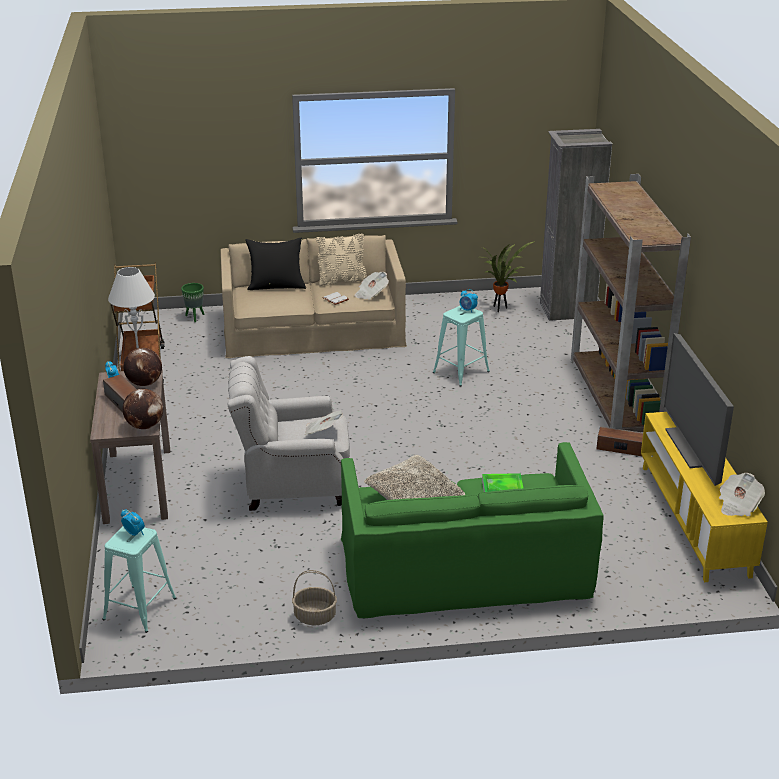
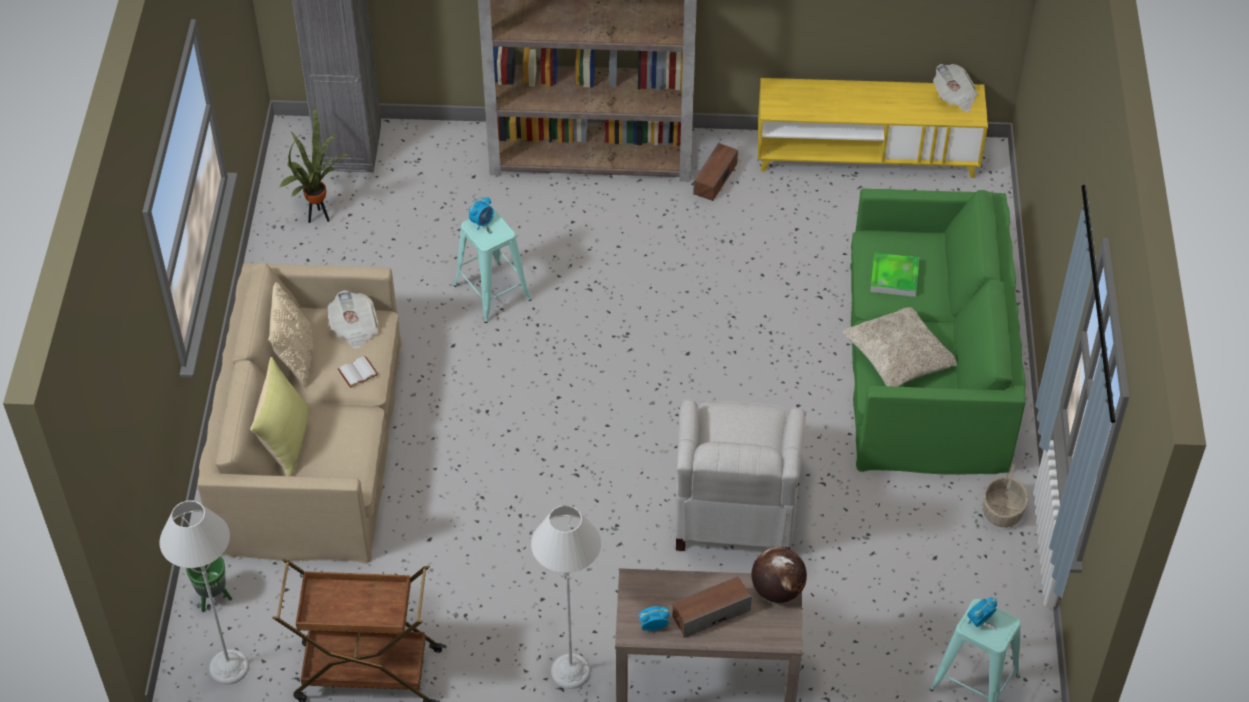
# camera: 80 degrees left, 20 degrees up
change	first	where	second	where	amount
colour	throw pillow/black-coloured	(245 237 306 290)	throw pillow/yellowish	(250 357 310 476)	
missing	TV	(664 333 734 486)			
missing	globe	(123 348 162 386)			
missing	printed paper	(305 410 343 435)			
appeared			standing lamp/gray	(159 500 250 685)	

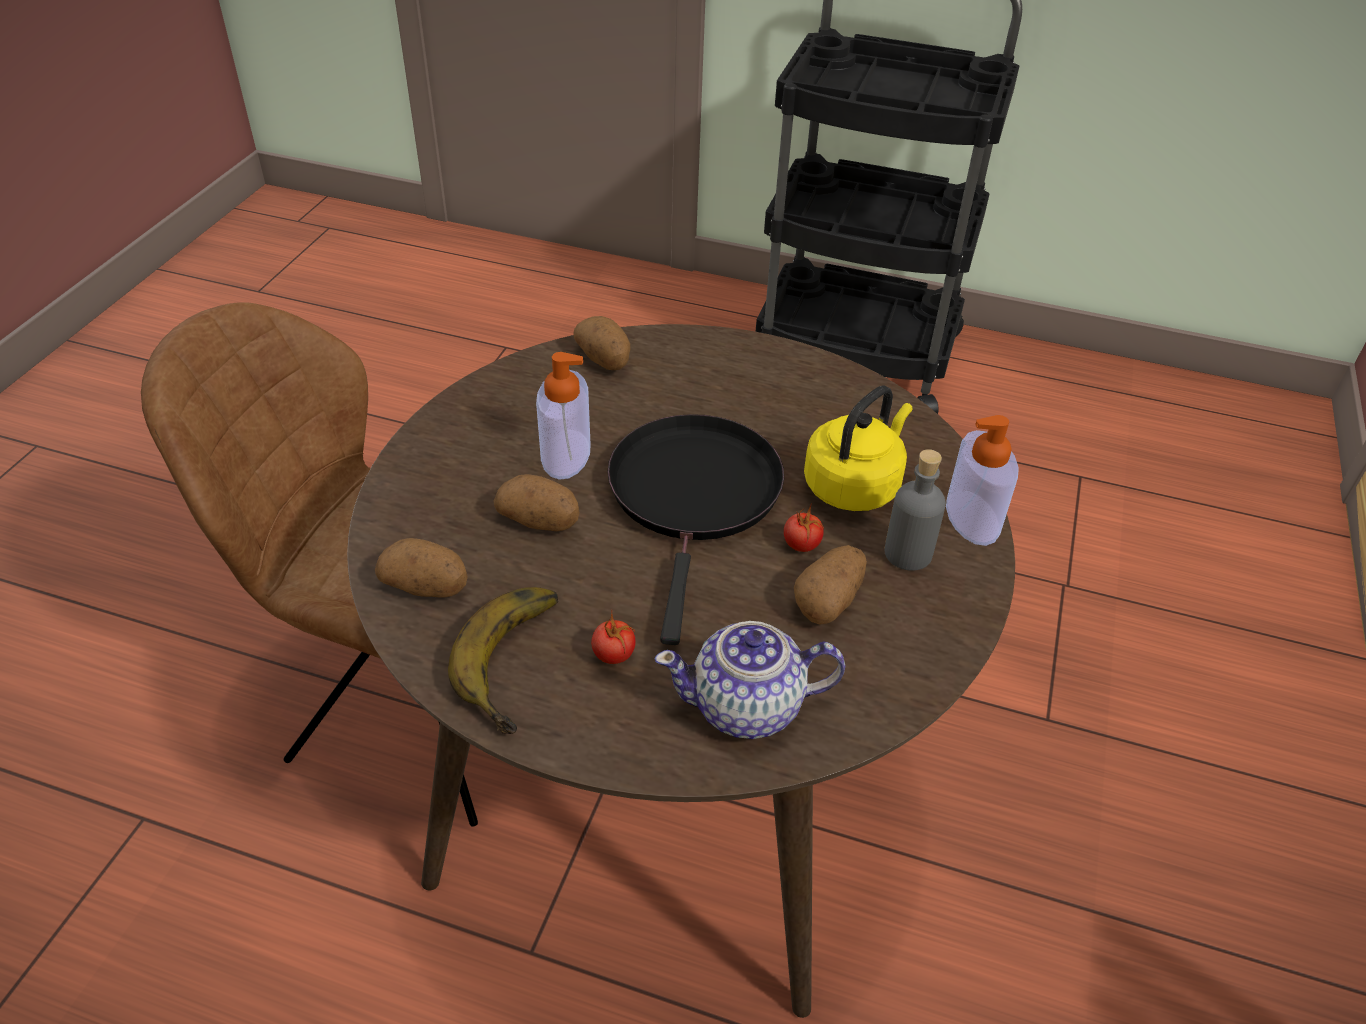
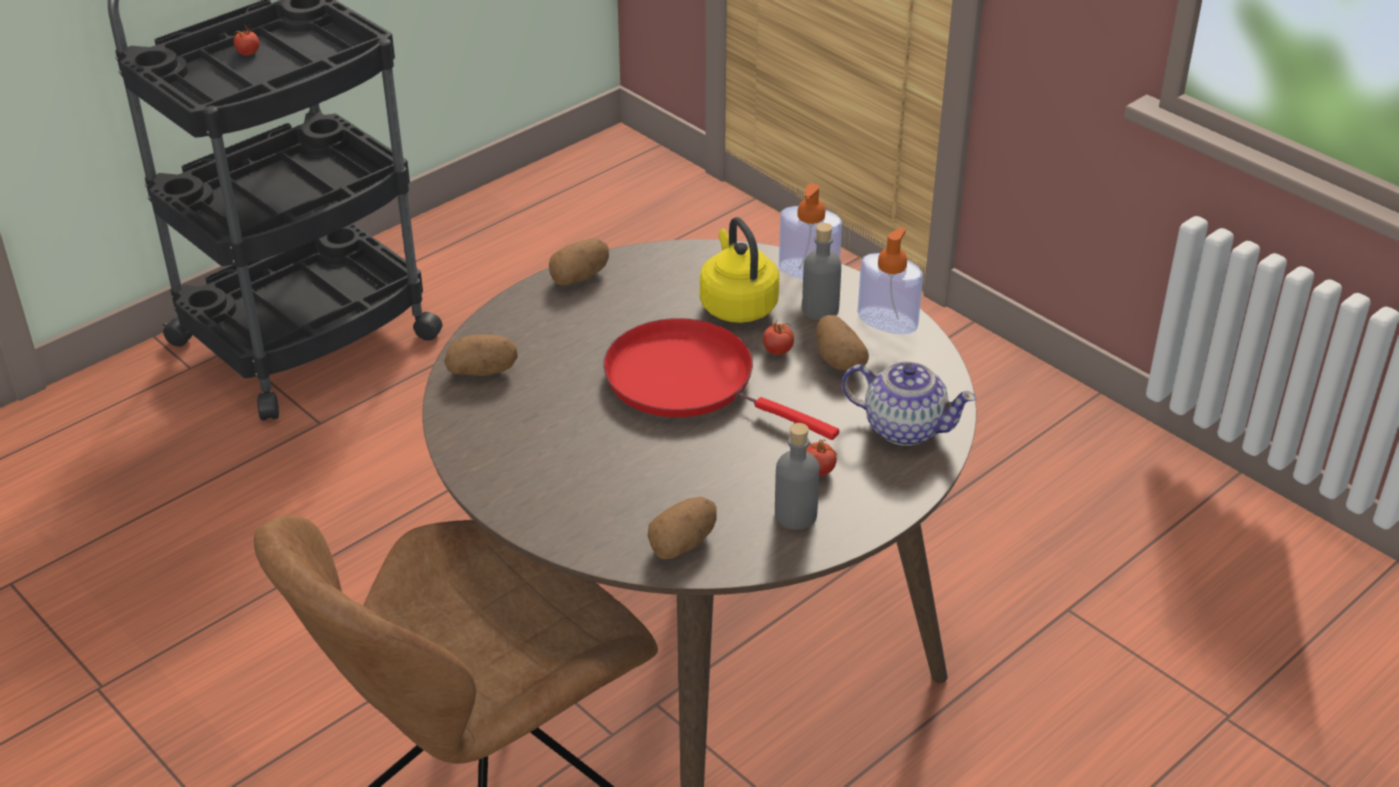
# camera: 60 degrees left, 5 degrees down
change	first	where	second	where	amount
relocated	liquid soap bottle	(536 352 591 480)		(858 227 923 334)	
colour	frying pan/black-coloured	(607 414 784 645)	frying pan/red	(603 318 839 440)	
relocated	spud	(494 474 580 531)		(549 238 609 286)	
exchanged	banana	(448 587 558 734)	bottle/gray	(775 423 819 530)	
spun	pot for tea	(654 621 845 739)		(842 362 976 446)	90 degrees counterclockwise
appeared			fresh tomato	(233 25 259 56)	

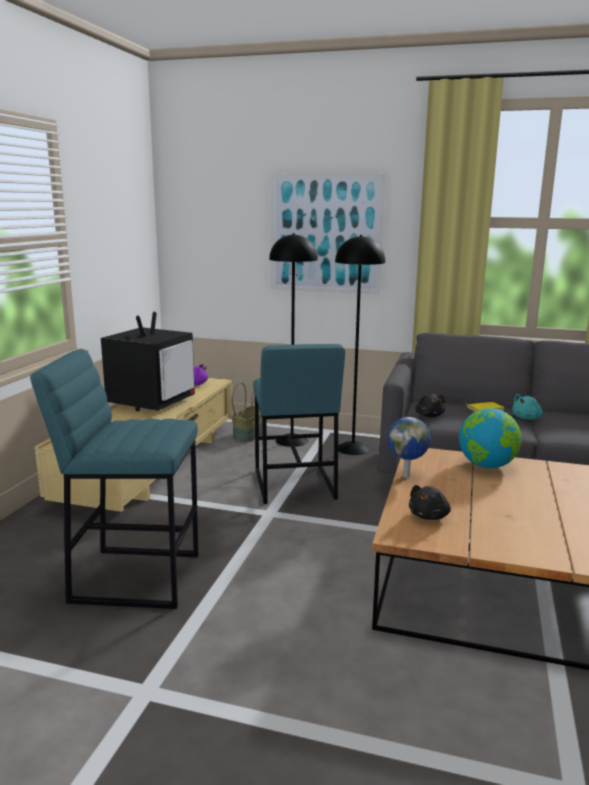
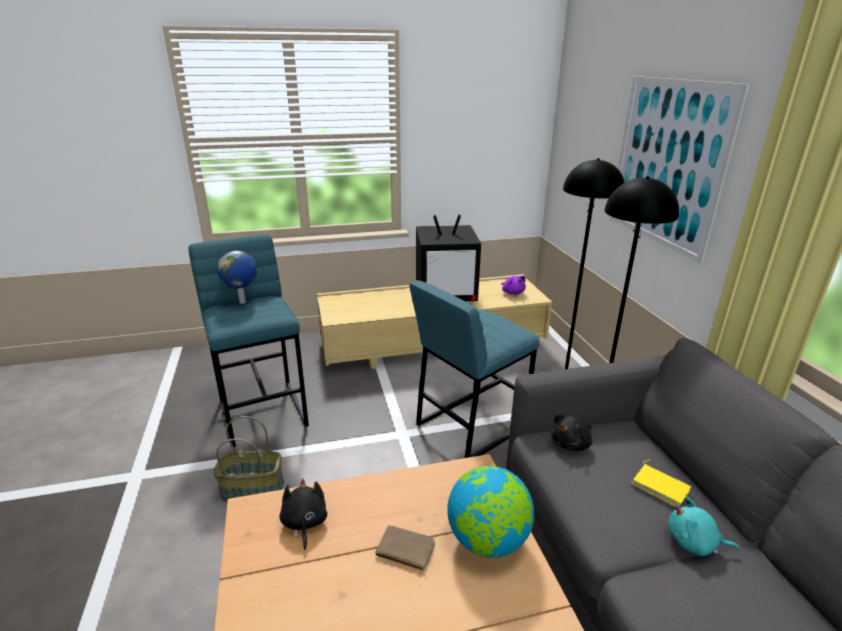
# camera: 60 degrees right, 10 degrees up
change	first	where	second	where	amount
relocated	household basket	(232 382 262 442)		(213 416 284 502)	
relocated	globe	(387 417 431 478)		(217 251 257 304)	
spun	soft toy/black-coloured	(409 485 451 520)		(279 478 327 551)	75 degrees clockwise
appeared			volume/brownish	(375 525 435 578)	

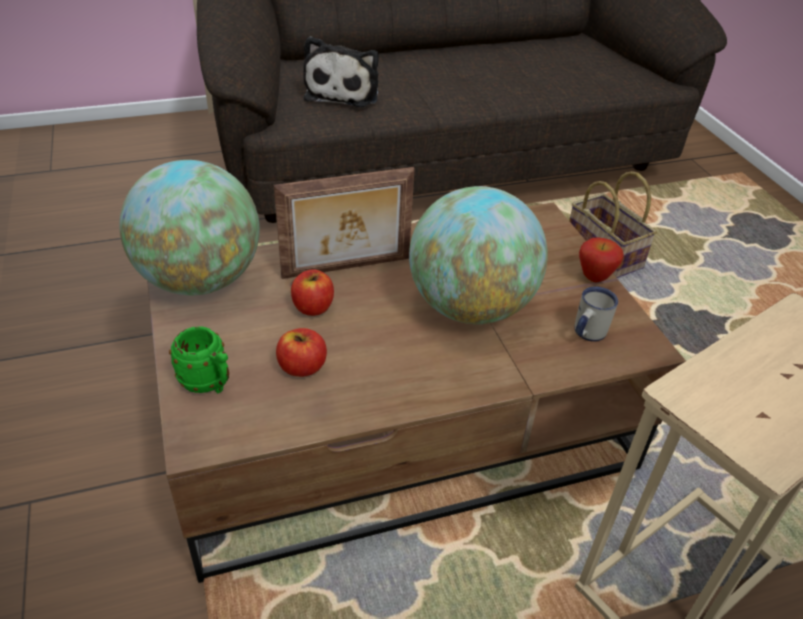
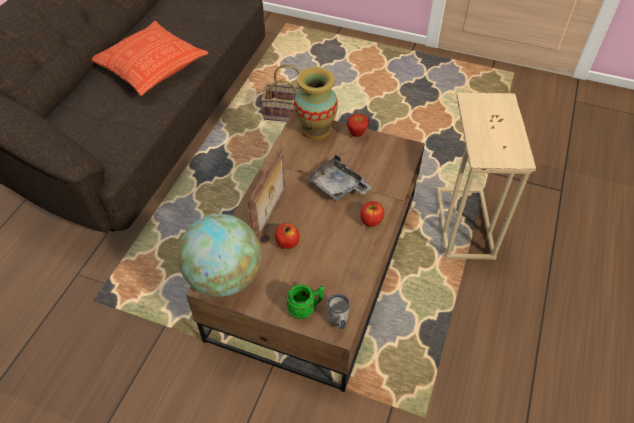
# camera: 50 degrees left, 10 degrees up
change	first	where	second	where	amount
missing	soft toy	(303 36 379 107)			
exchanged	globe	(409 186 548 324)	carrying tray/gray	(306 154 372 201)	
relocated	tea mug/white	(574 286 618 342)		(327 294 350 329)	
relocated	apple	(276 328 327 377)		(360 201 384 227)	
appeared			throw pillow/orange-coloured	(92 21 208 96)	
appeared			vase	(294 67 338 140)	

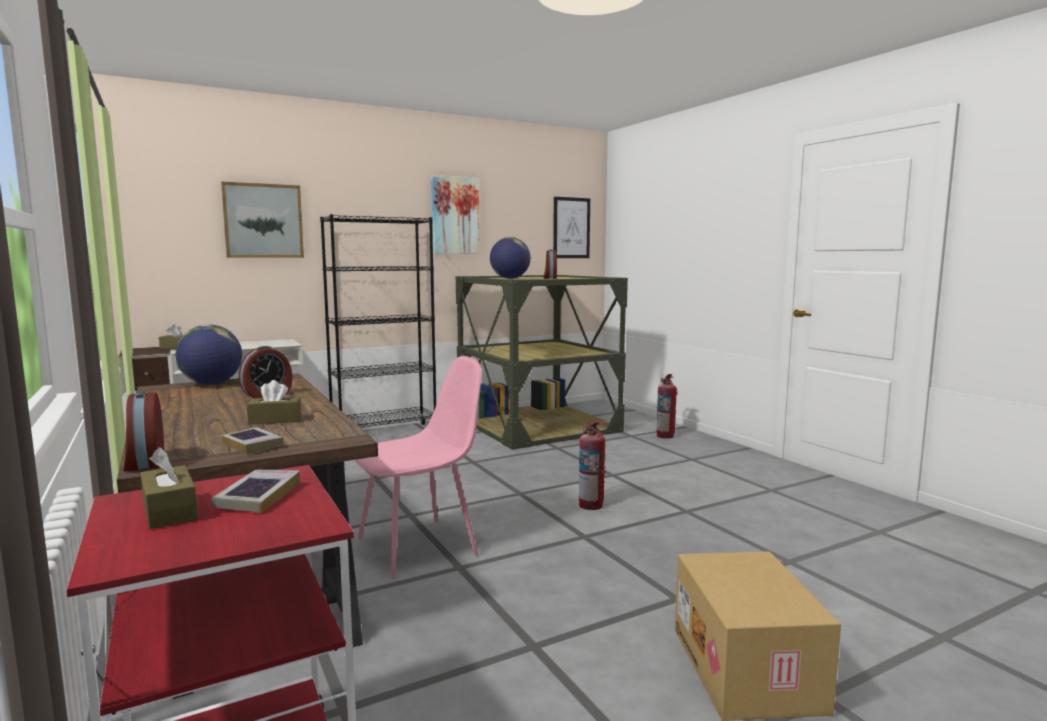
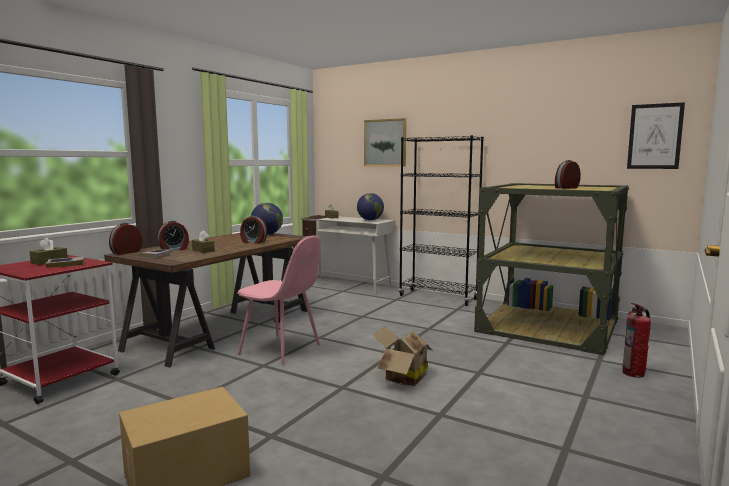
# camera: 60 degrees right, 0 degrees up
change	first	where	second	where	amount
missing	wall picture	(431 175 480 254)			
relocated	globe	(490 237 531 279)		(357 193 384 220)	
exchanged	extinguisher	(579 421 605 510)	cardboard box	(373 326 432 386)	
appeared			alarm clock	(157 221 189 250)	

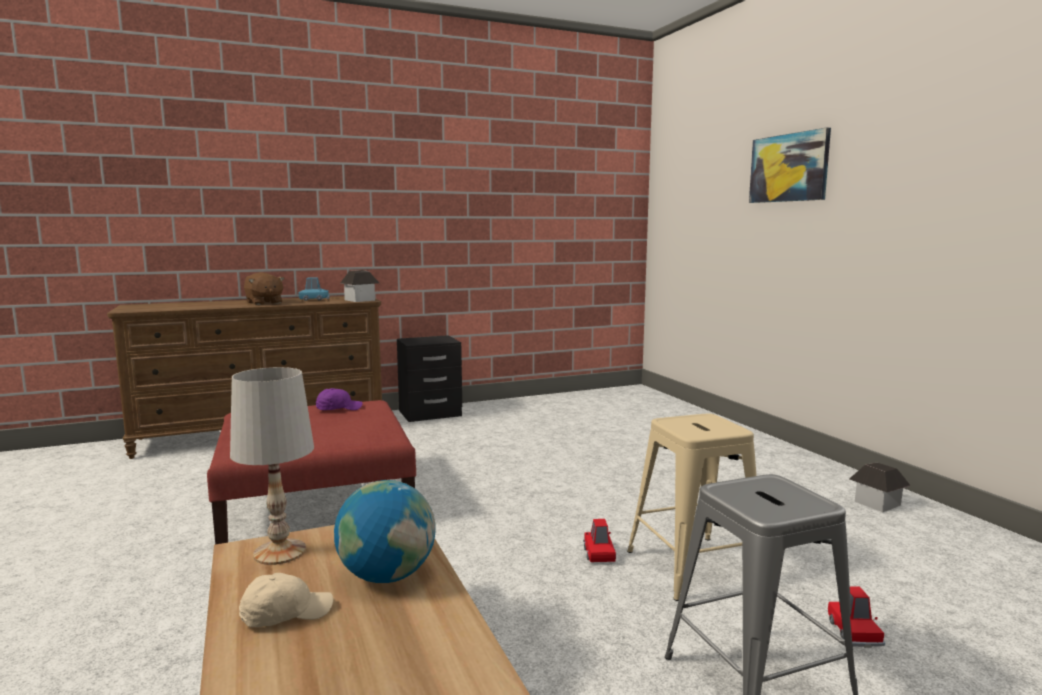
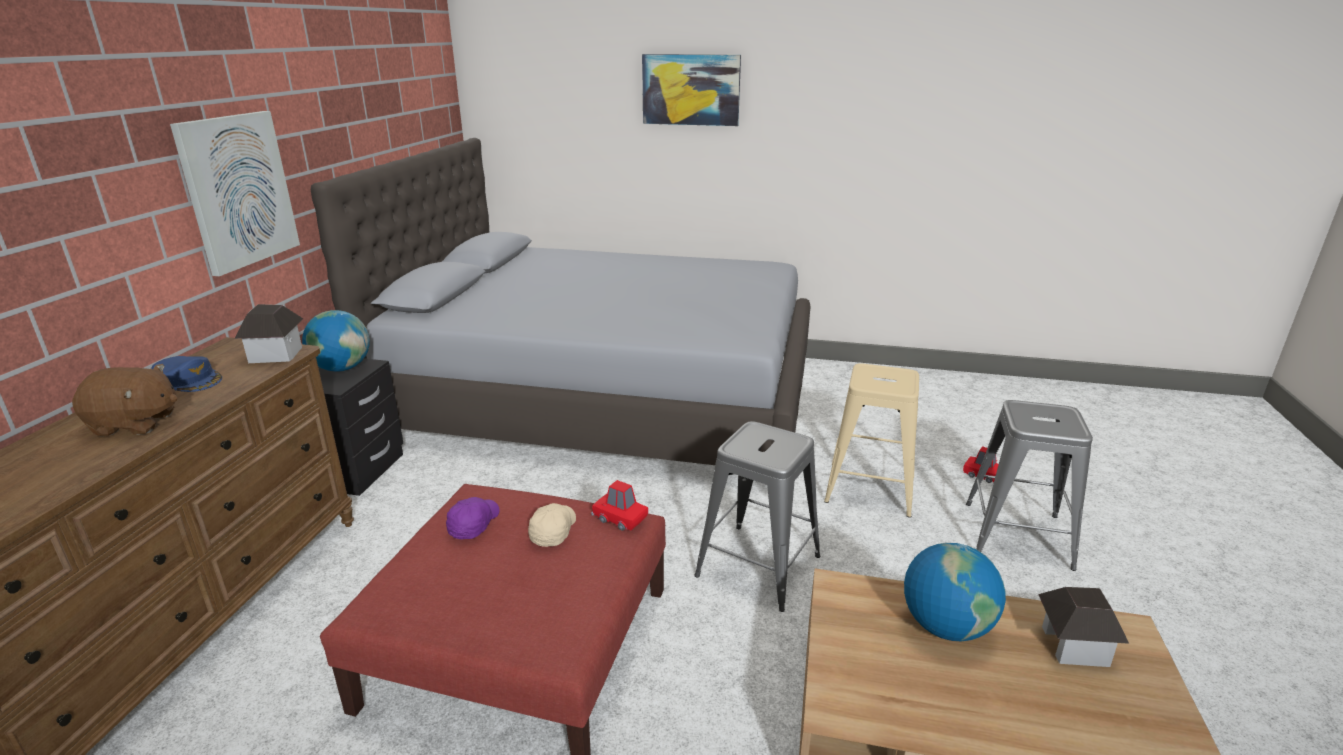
# camera: 55 degrees left, 15 degrees up
change	first	where	second	where	amount
exchanged	model car/blue-coloured	(299 277 330 301)	peaked cap/blue-coloured	(152 356 222 392)	
missing	tabletop lamp/white	(230 367 314 565)			
relocated	toy house	(849 463 911 512)		(1038 587 1129 667)	
relocated	model car/red	(583 519 616 562)		(591 480 648 531)	
relocated	peaked cap/sand-coloured	(239 573 333 627)		(528 503 576 547)	
appeared			wall picture	(170 111 300 276)	
appeared			bedroom bed/gray	(311 138 811 465)	
appeared			globe	(302 310 370 372)	
appeared			sitting stool/gray	(695 421 820 612)	

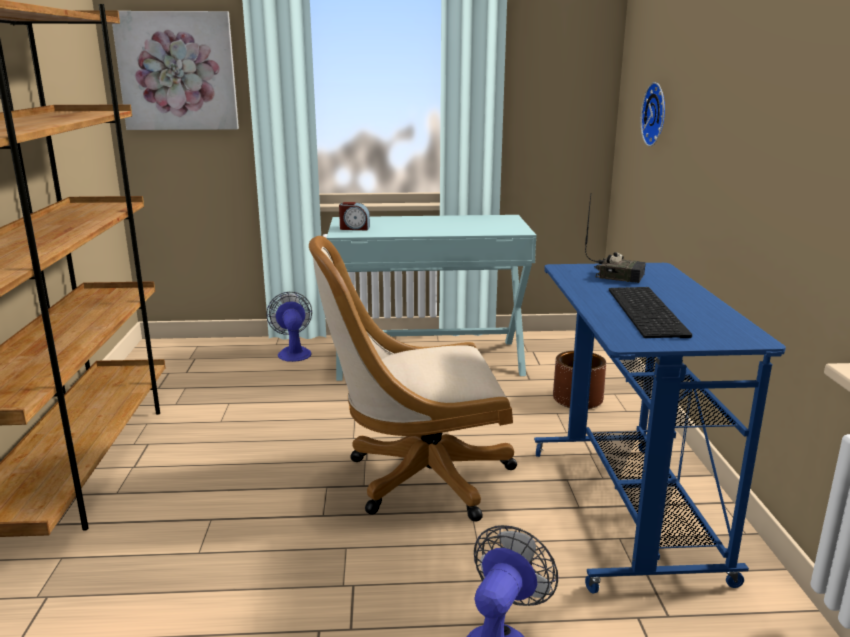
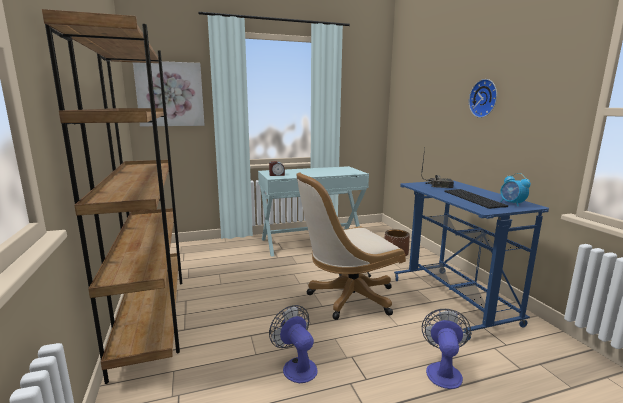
# camera: 15 degrees left, 5 degrees down
change	first	where	second	where	amount
relocated	clock on the wall	(641 82 665 146)		(469 79 497 118)	
relocated	cooling fan	(266 292 312 362)		(269 305 318 383)	
appeared			alarm clock	(500 173 531 206)	

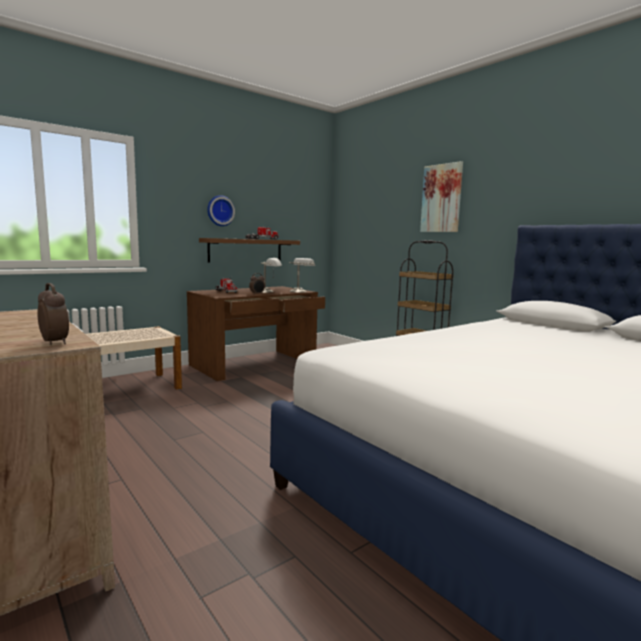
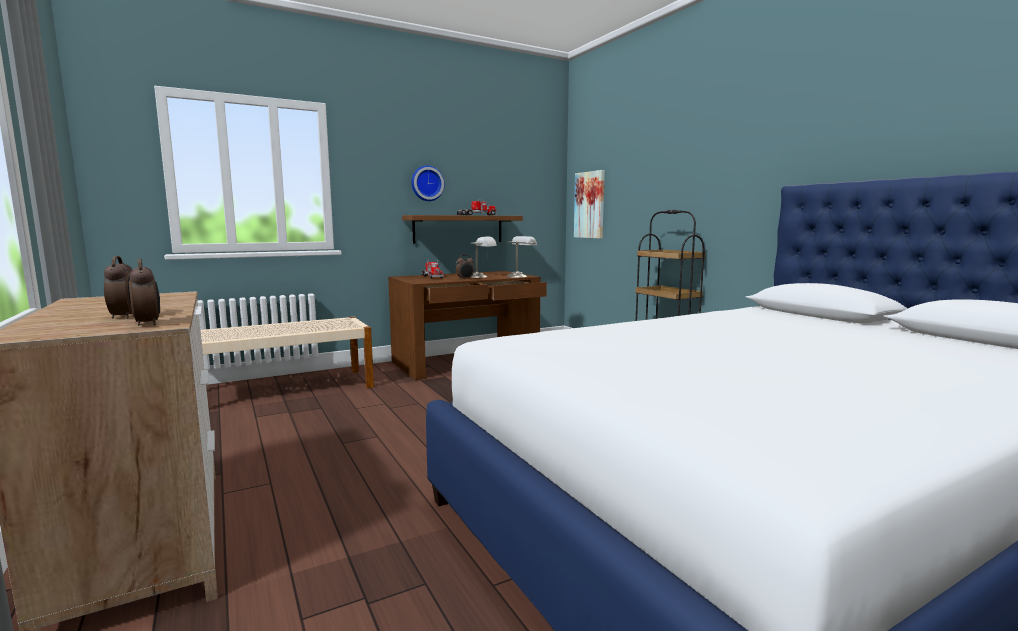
# camera: 10 degrees right, 0 degrees up
change	first	where	second	where	amount
relocated	wall picture	(420 161 463 232)		(574 170 605 239)	
appeared			alarm clock	(104 256 132 319)	

